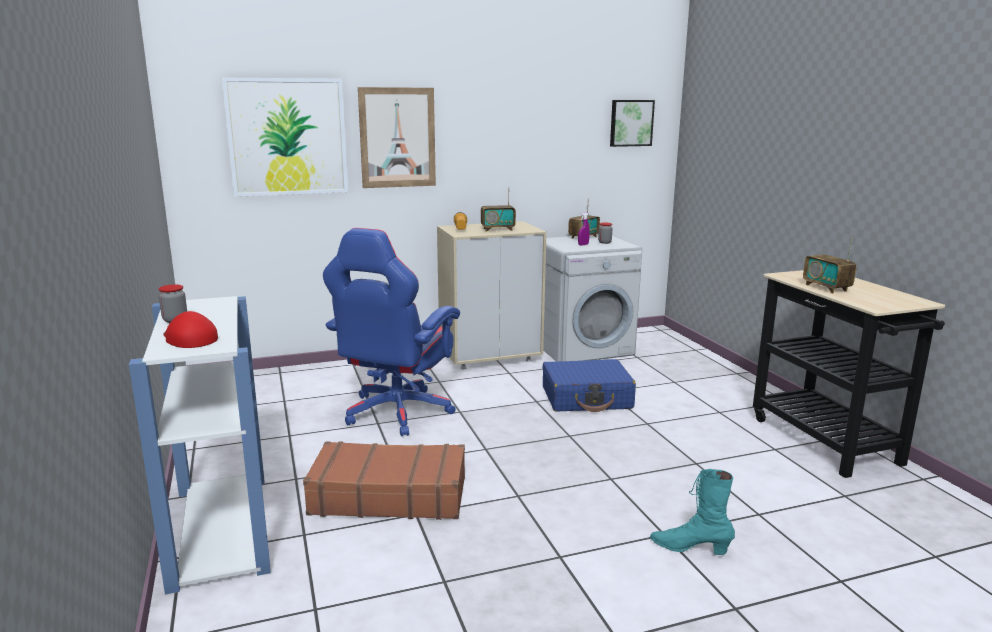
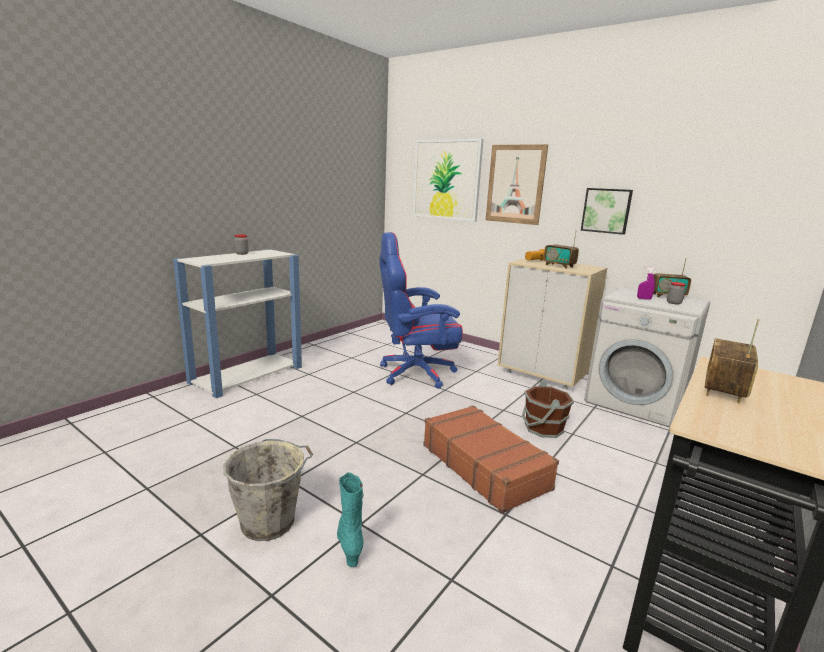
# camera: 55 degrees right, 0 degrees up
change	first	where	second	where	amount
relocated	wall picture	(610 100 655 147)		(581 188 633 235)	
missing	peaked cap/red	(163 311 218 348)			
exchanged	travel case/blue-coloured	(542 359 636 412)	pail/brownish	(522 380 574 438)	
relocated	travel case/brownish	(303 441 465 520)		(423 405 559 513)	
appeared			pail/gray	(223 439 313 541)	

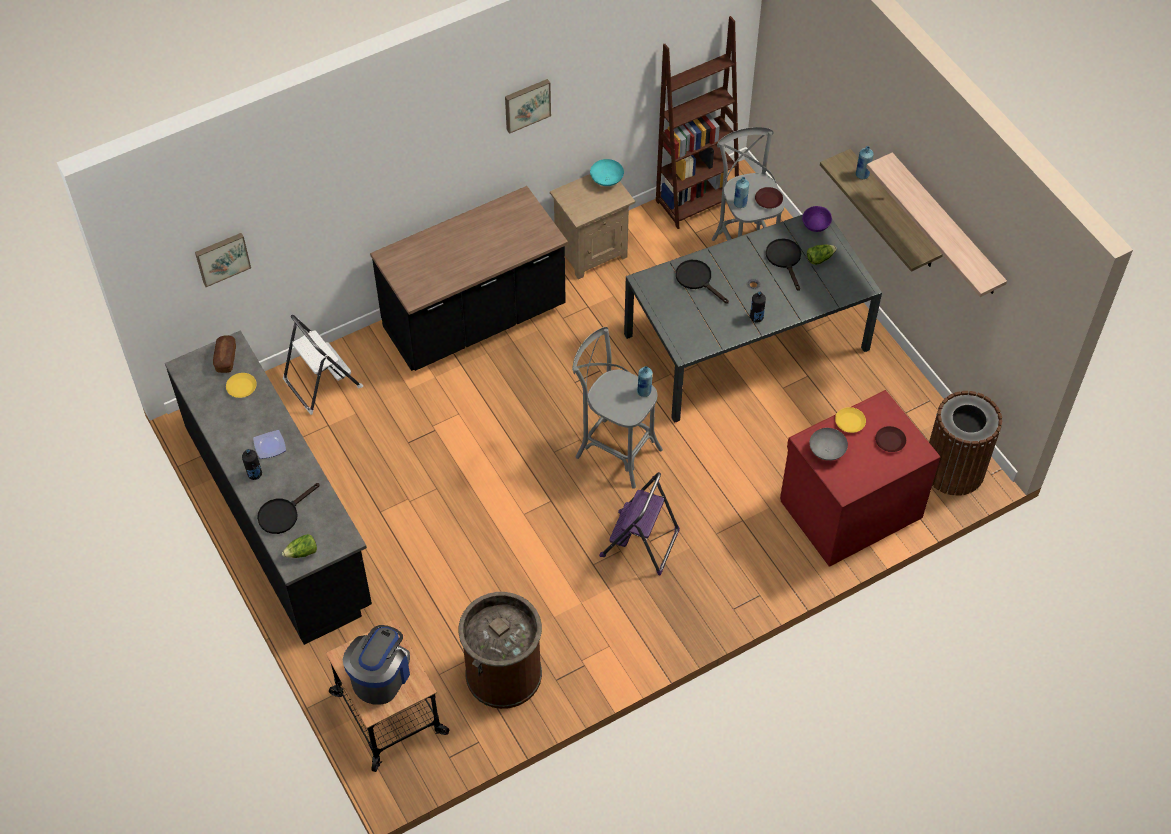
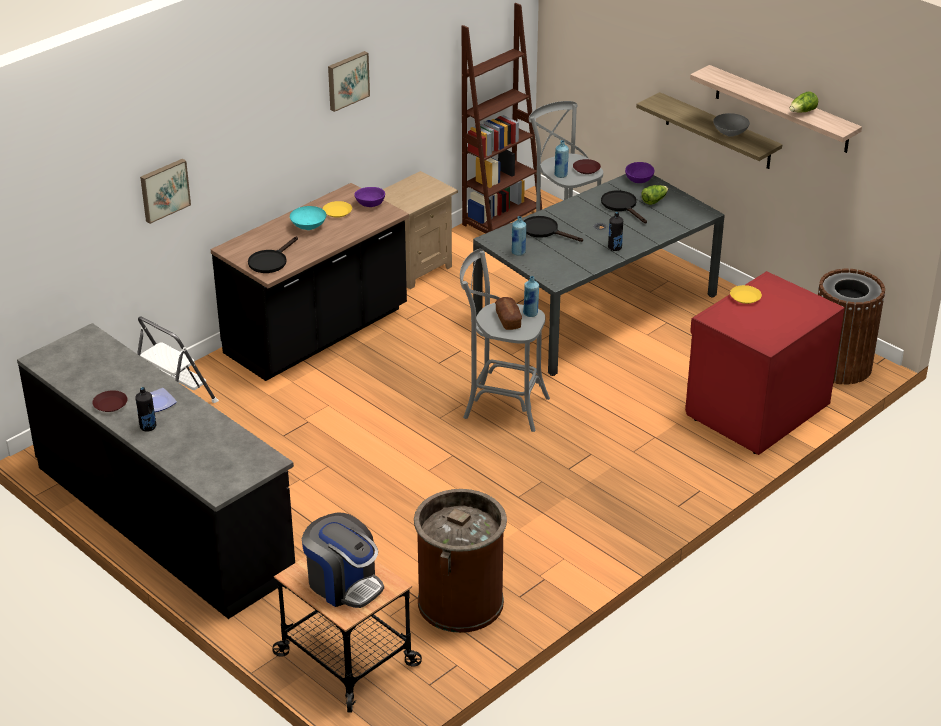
# camera: 15 degrees left, 20 degrees down
change	first	where	second	where	amount
relocated	bottle/blue-coloured	(856 146 873 179)		(512 216 526 256)	
relocated	serving bowl/turquoise	(590 159 624 186)		(290 206 326 230)	
relocated	wall picture	(195 233 251 287)		(140 159 191 224)	
relocated	bakery bread	(213 335 236 373)		(495 297 522 330)	
relocated	plate/yellowish	(226 373 257 398)		(323 201 352 218)	
relocated	plate/brownish	(875 426 906 452)		(92 390 128 412)	
relocated	serving bowl/gray	(809 428 848 461)		(713 113 750 137)	
missing	step stool/purple-coloured	(599 472 680 575)			
relocated	frying pan/black-coloured	(257 483 319 534)		(248 236 298 273)	
relocated	lettuce head	(282 534 317 558)		(790 92 818 113)	
spun	coffee machine	(343 625 410 705)		(302 513 384 608)	120 degrees clockwise
appeared			serving bowl/purple-coloured	(354 187 385 207)	

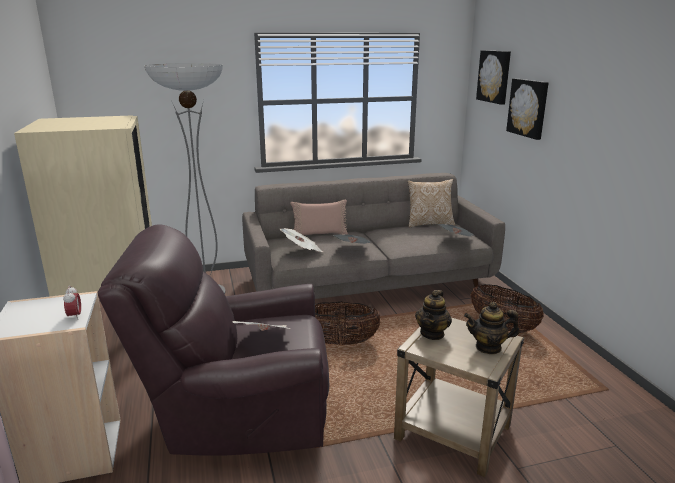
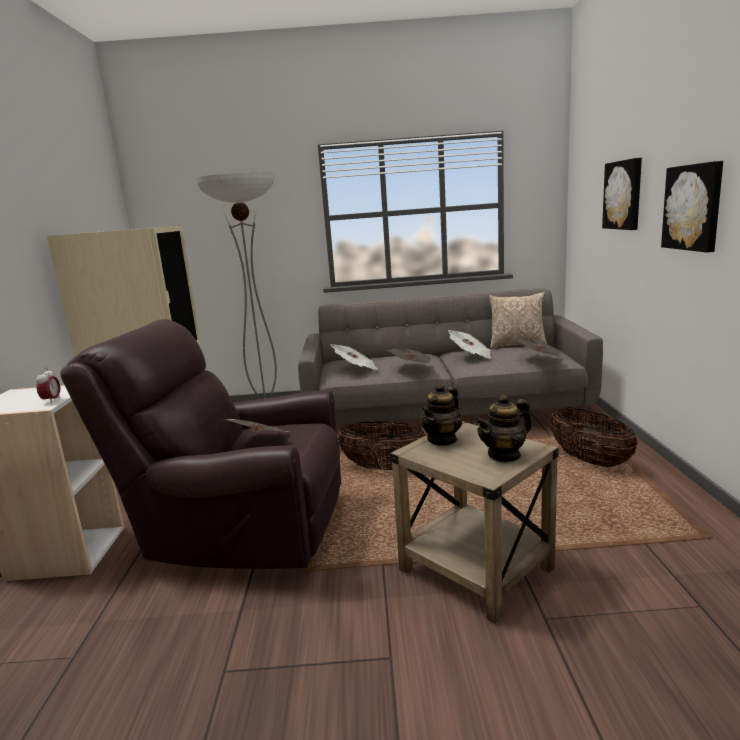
# camera: 15 degrees right, 5 degrees down
change	first	where	second	where	amount
relocated	wall picture	(476 50 511 105)		(661 161 723 253)	
missing	throw pillow/sand-coloured	(290 200 348 235)			
spun	pot for tea	(464 302 520 354)		(475 394 532 463)	45 degrees counterclockwise
appeared			printed paper	(448 330 491 359)	

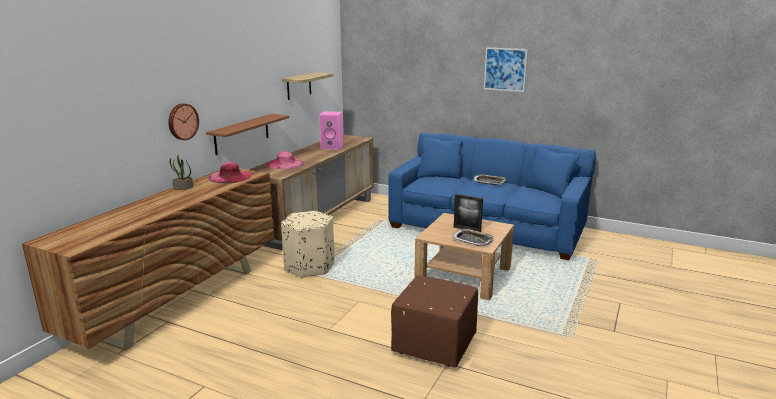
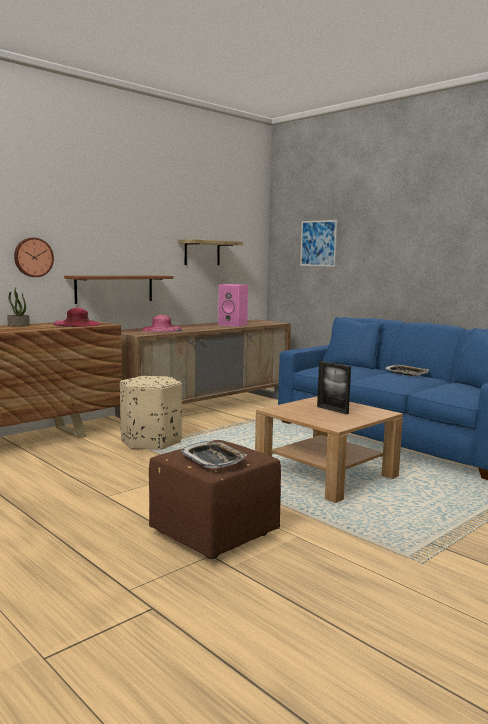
# camera: 20 degrees right, 10 degrees down
change	first	where	second	where	amount
relocated	wall picture	(484 48 528 92)		(300 220 337 267)	
relocated	carrying tray	(453 229 494 246)		(181 441 247 468)	

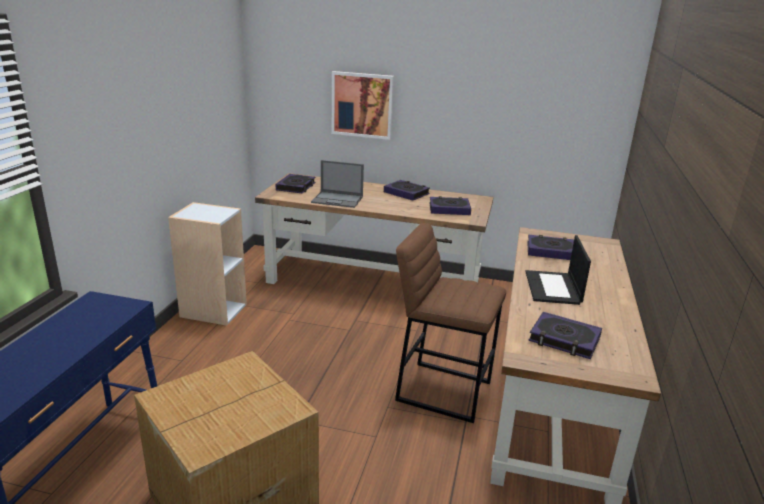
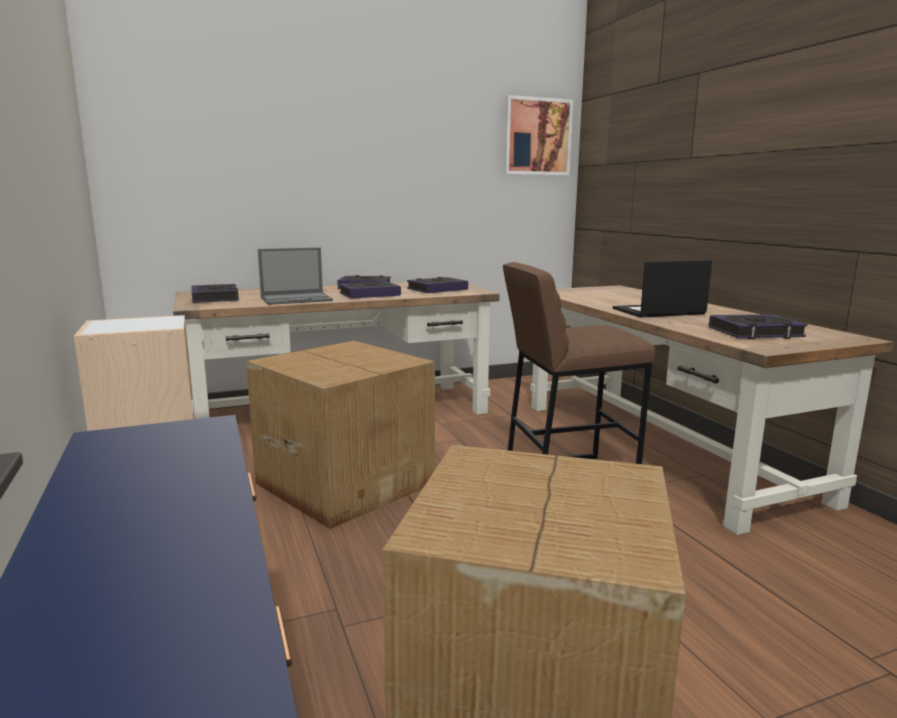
# camera: 35 degrees left, 10 degrees down
change	first	where	second	where	amount
relocated	wall picture	(332 71 394 140)		(504 95 573 176)	
spun	portable computer	(525 235 591 305)		(613 260 712 318)	105 degrees clockwise
relocated	volume	(527 235 574 260)		(339 281 401 299)	
appeared			cardboard box	(246 341 435 529)	

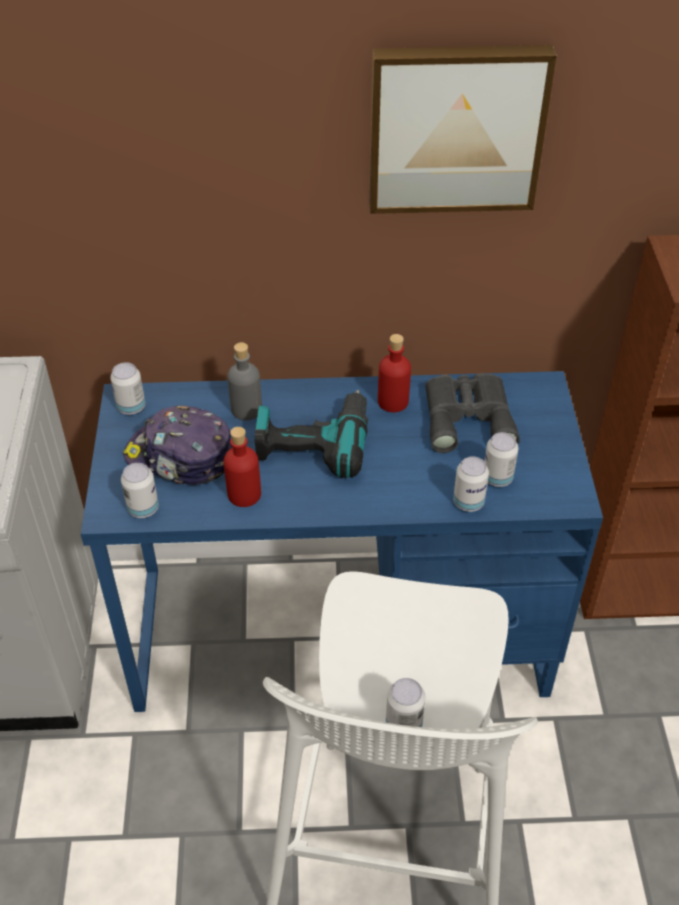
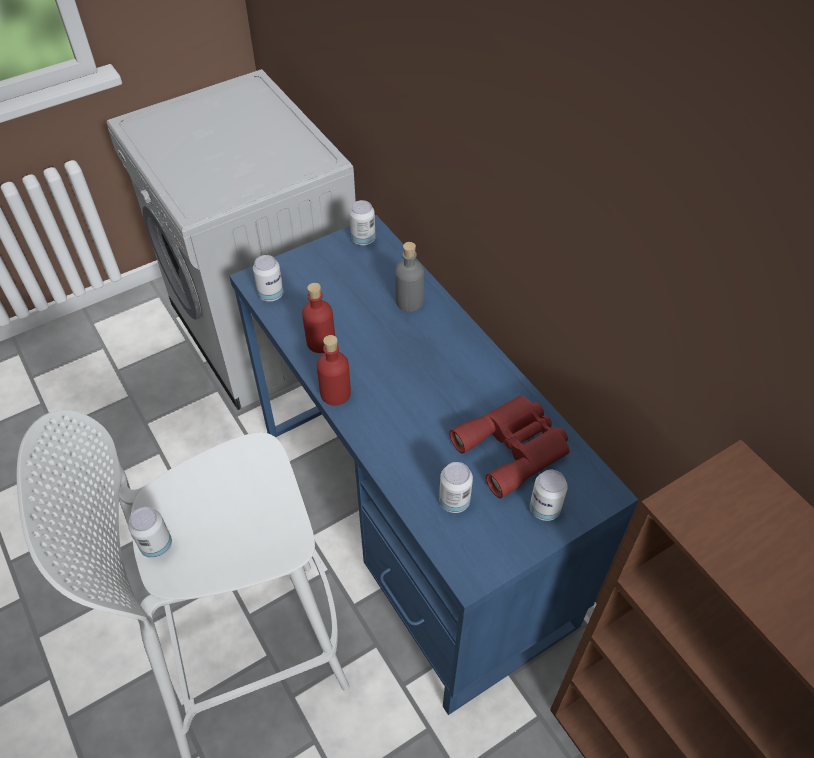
# camera: 60 degrees right, 5 degrees up
change	first	where	second	where	amount
missing	wall picture	(369 45 557 214)			
relocated	bottle/red	(378 334 411 412)		(317 335 351 406)	
colour	pair of binoculars/gray	(425 373 520 453)	pair of binoculars/red	(449 395 569 499)	
missing	electric drill	(255 390 368 478)			
missing	peaked cap	(123 406 233 485)			
relocated	metal can	(453 456 489 512)		(530 470 568 521)	

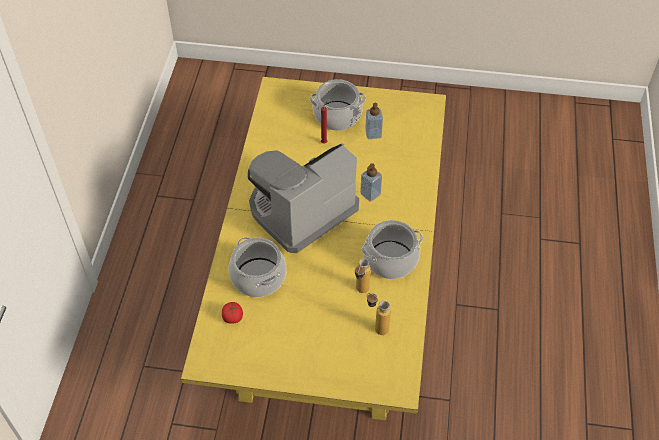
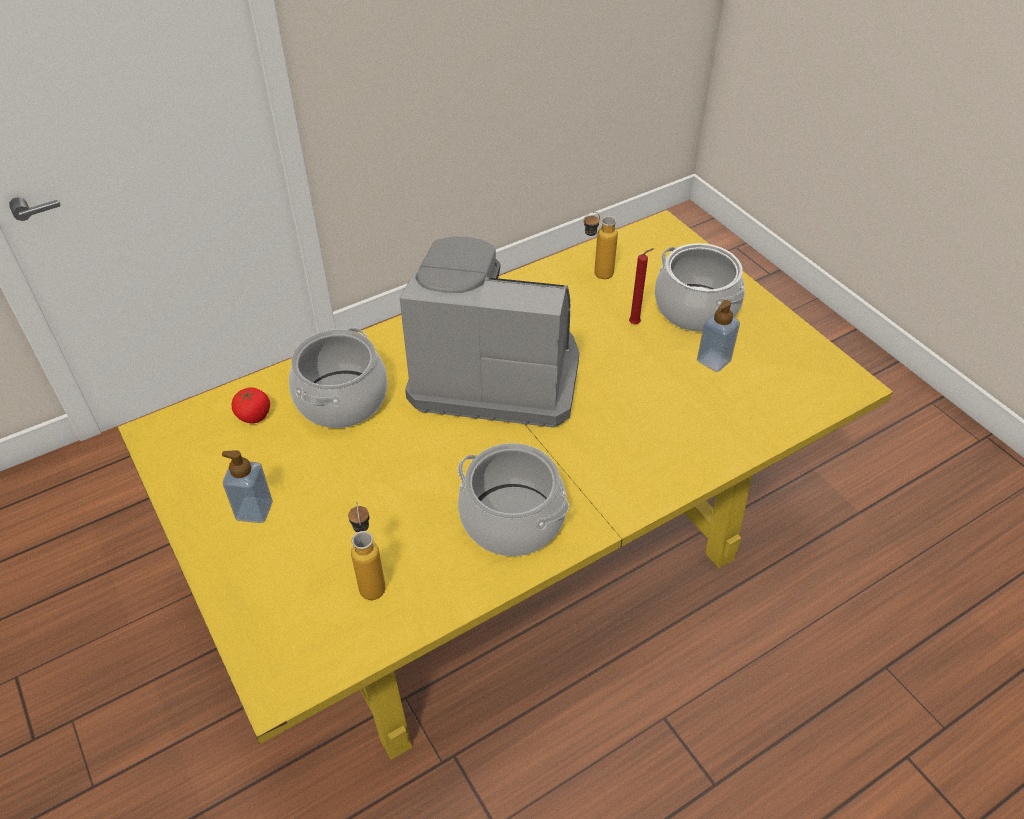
# camera: 50 degrees right, 5 degrees down
change	first	where	second	where	amount
relocated	liquid soap bottle	(360 163 382 202)		(222 450 273 523)	
relocated	bottle	(355 258 371 293)		(584 212 618 279)	

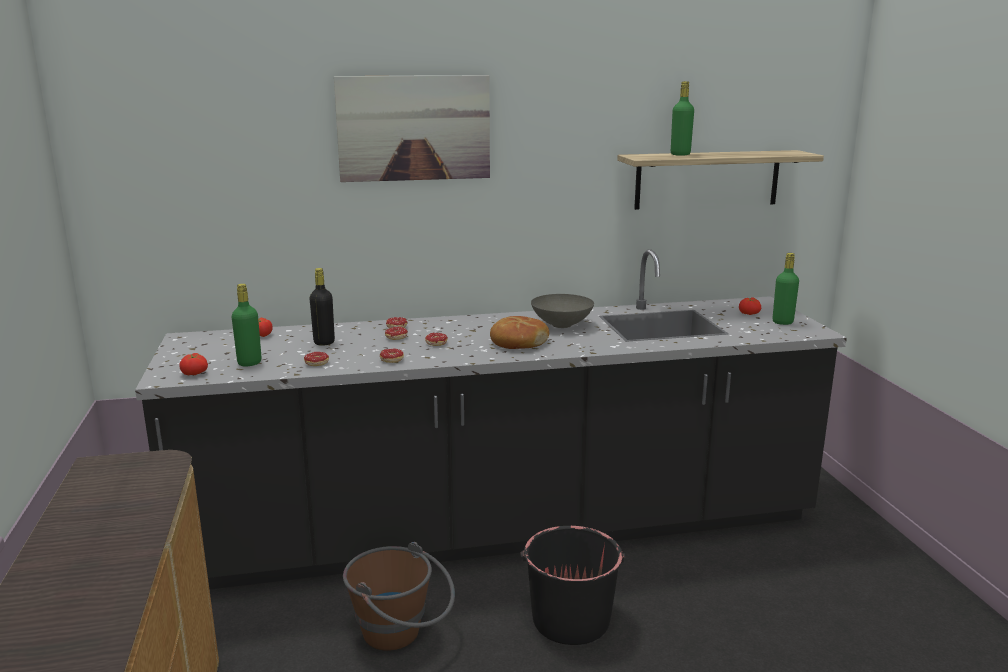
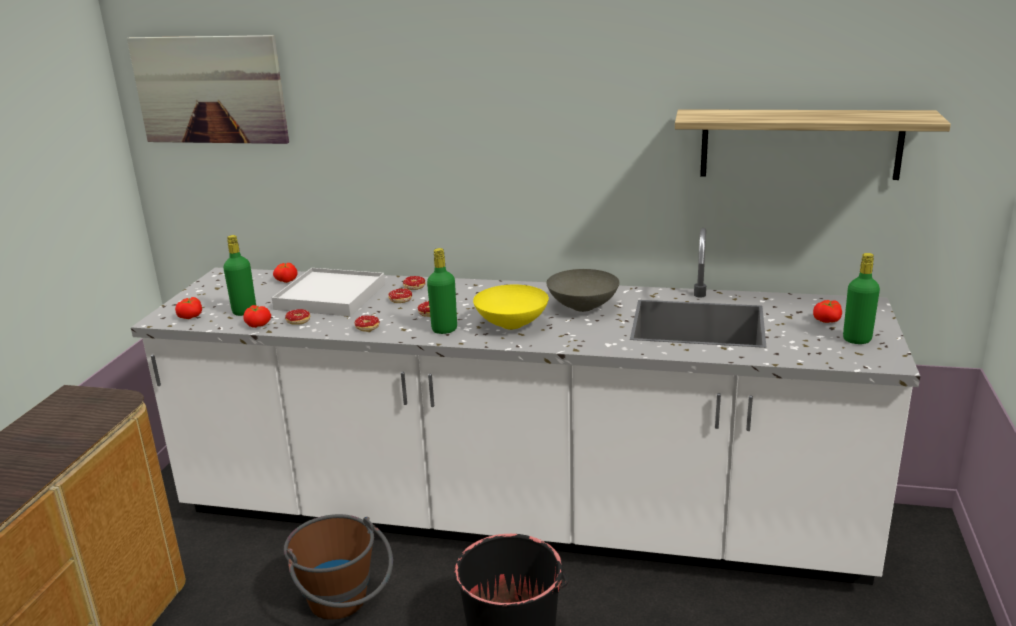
# camera: 25 degrees right, 5 degrees up
change	first	where	second	where	amount
relocated	wall picture	(334 75 490 182)		(127 35 289 144)	
relocated	bottle/greenish	(671 81 694 156)		(427 248 457 334)	
colour	kitchen counter/black-coloured	(135 249 847 589)	kitchen counter/white	(131 228 920 585)	
exchanged	bottle/black-coloured	(310 268 335 346)	carrying tray/white	(272 268 385 316)	
exchanged	bakery bread	(490 316 549 349)	serving bowl/yellowish	(473 285 549 329)	
appeared			fresh tomato	(243 305 271 328)	

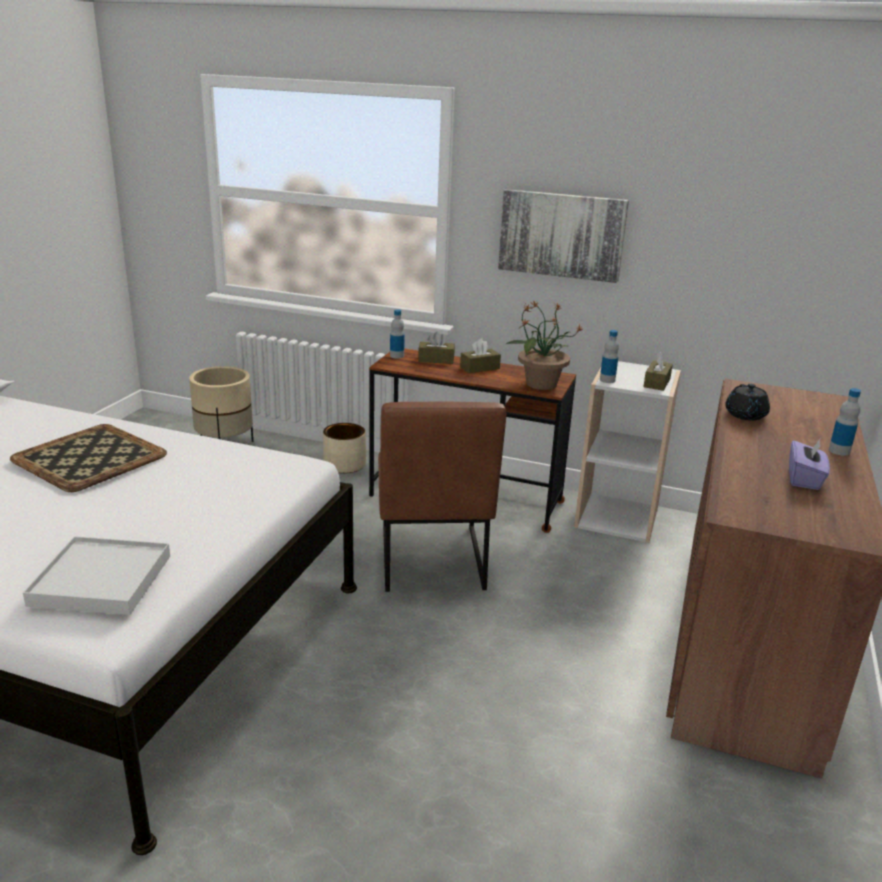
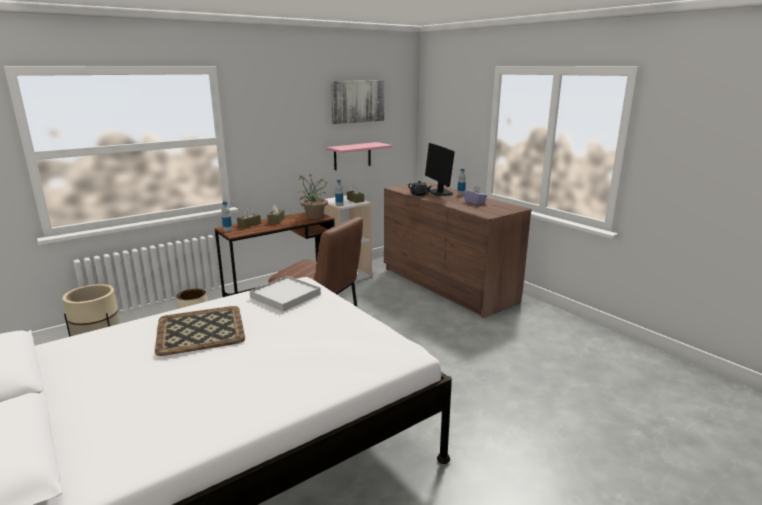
# camera: 55 degrees left, 5 degrees down
change	first	where	second	where	amount
relocated	wall picture	(498 189 629 283)		(331 80 385 124)	
relocated	carrying tray/white	(23 536 170 615)		(249 276 321 311)	
appeared			shelf/pink	(326 142 393 170)	
appeared			computer display	(425 143 455 196)	

